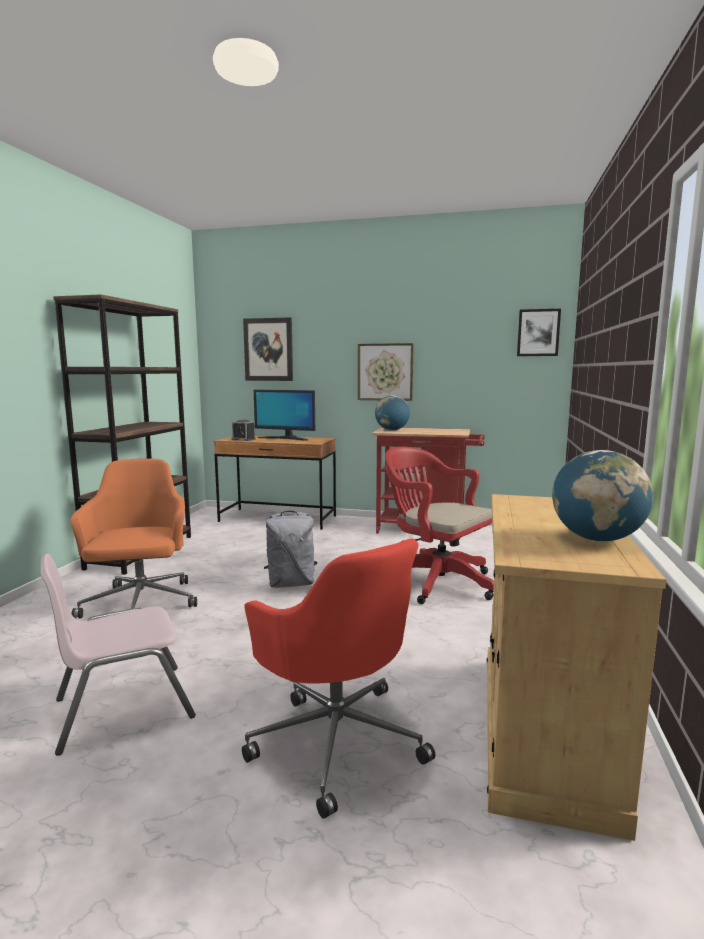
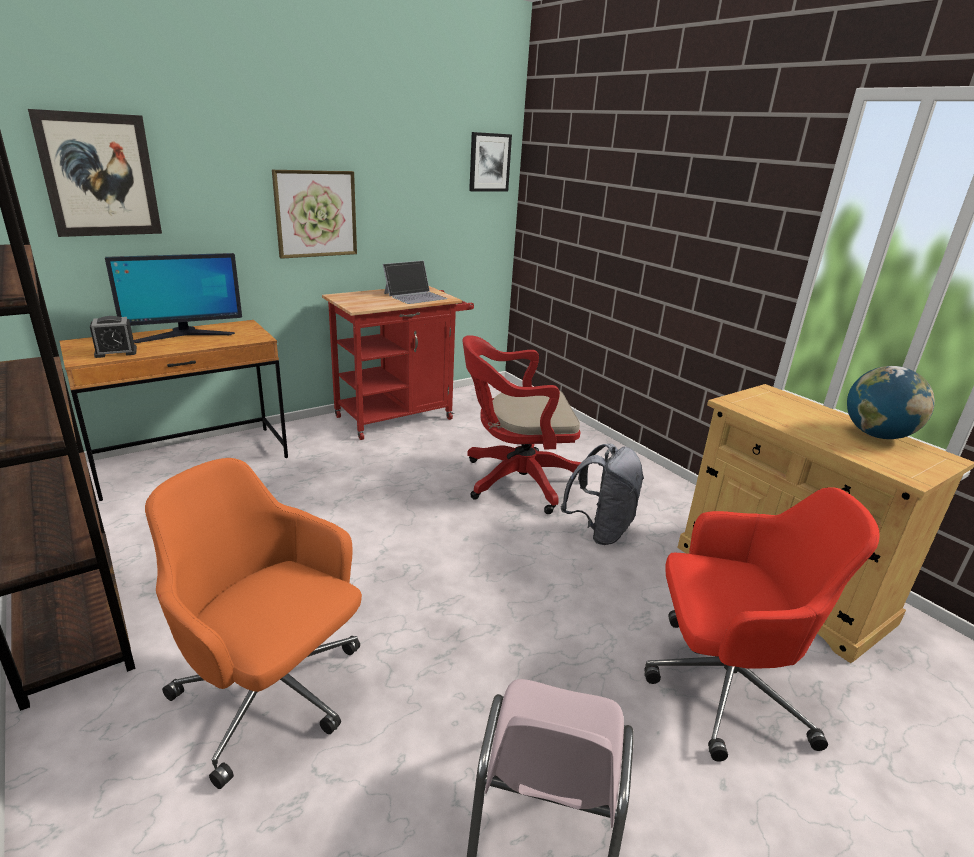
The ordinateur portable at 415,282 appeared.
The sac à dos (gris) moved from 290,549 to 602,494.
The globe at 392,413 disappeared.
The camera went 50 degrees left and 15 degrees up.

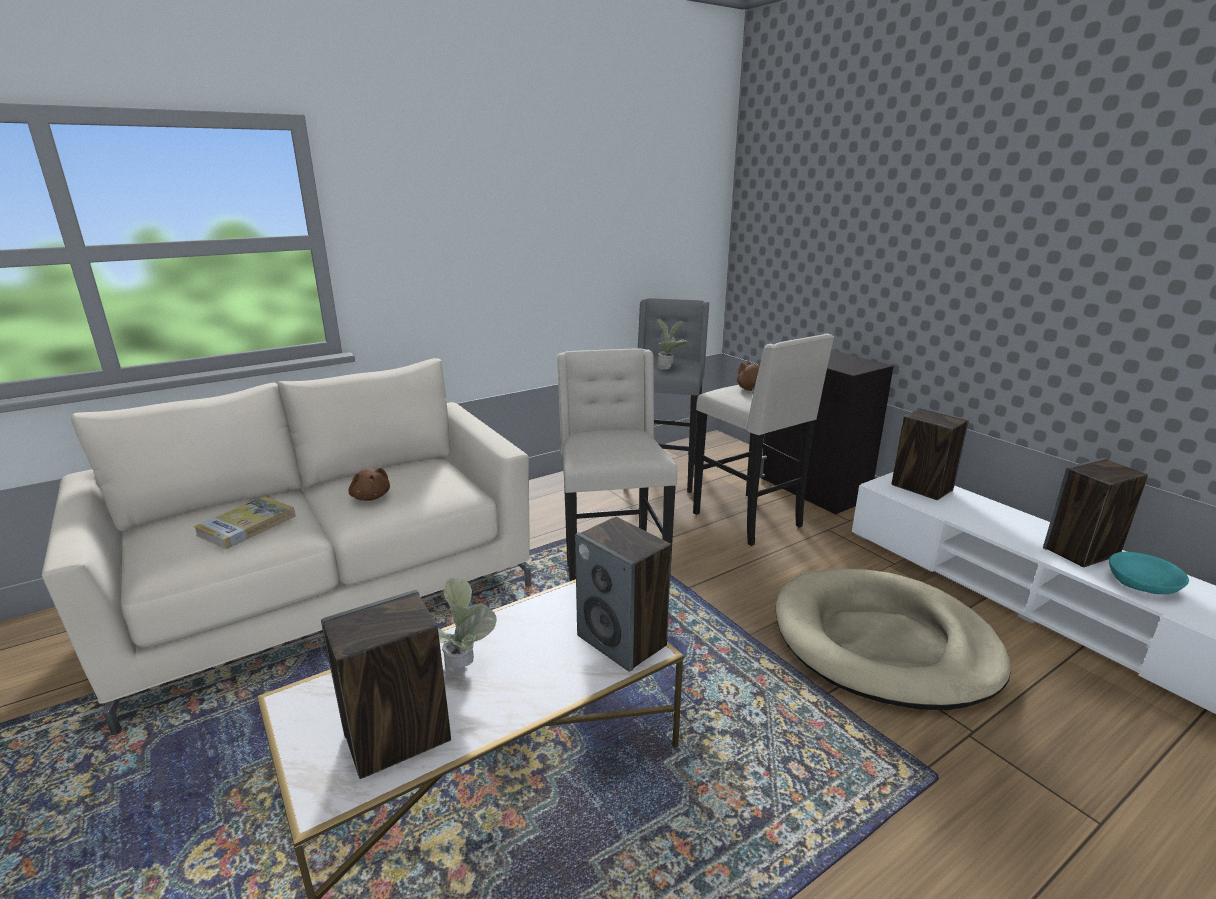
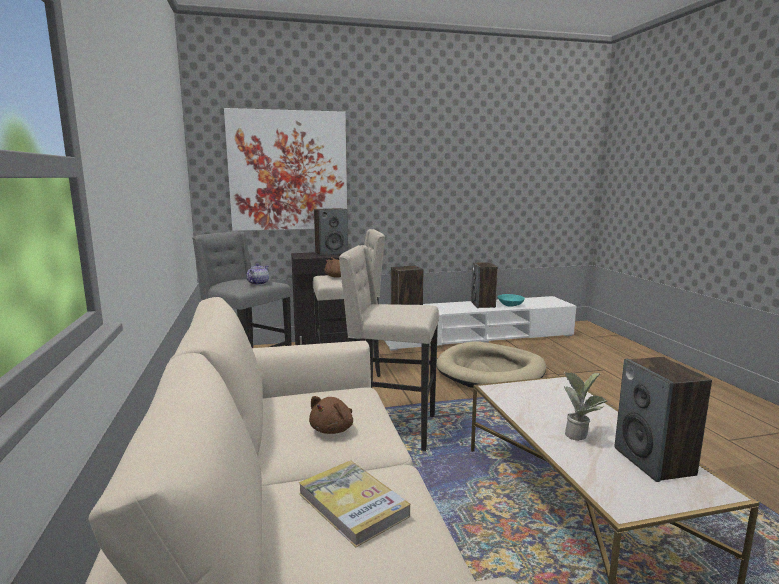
The tableau at 285,169 appeared.
The plante en pot at 672,344 was replaced by the théière at 257,274.
The peluche (marron) at 369,484 turned 135 degrees clockwise.
The enceinte moved from 623,594 to 331,232.
The camera went 70 degrees left and 10 degrees down.

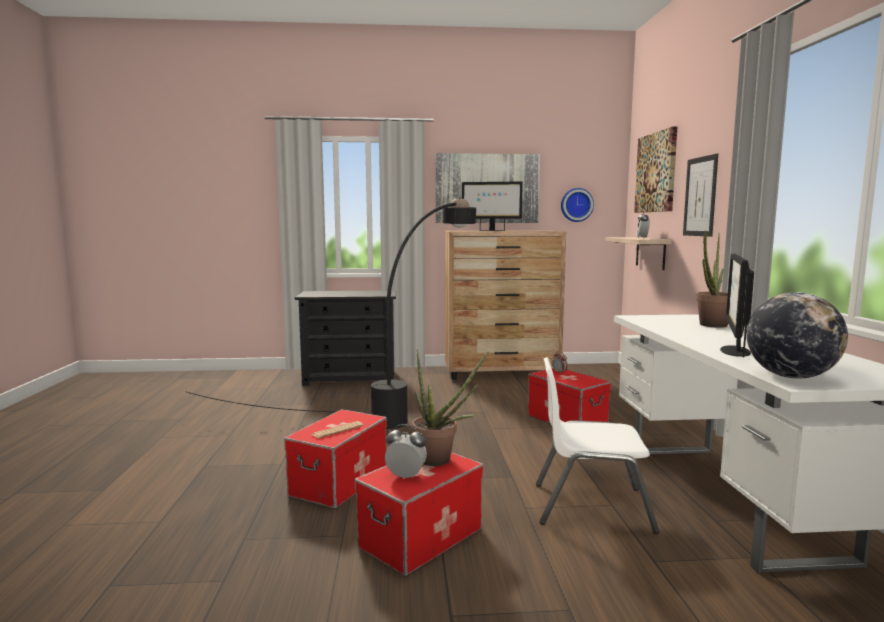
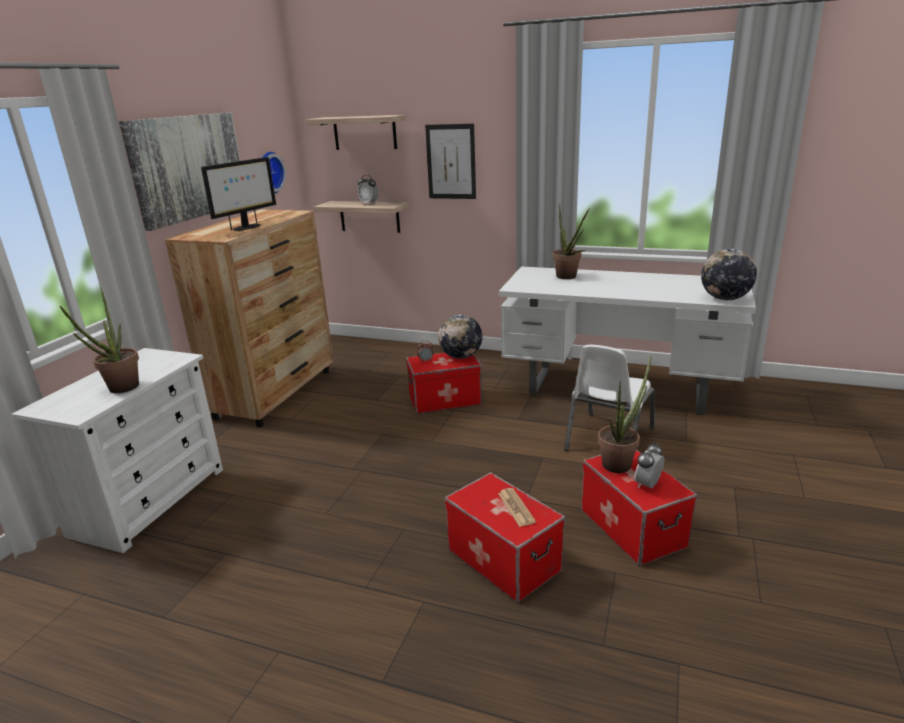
The commode (noir) at 345,338 became the commode (blanc) at 117,450.
The plante en pot at 99,340 appeared.
The tableau at 655,169 was replaced by the étagère at 356,132.
The globe at 460,336 appeared.
The lampadaire (noir) at 331,313 disappeared.
The écran d'ordinateur at 737,305 disappeared.
The camera went 65 degrees left and 15 degrees up.

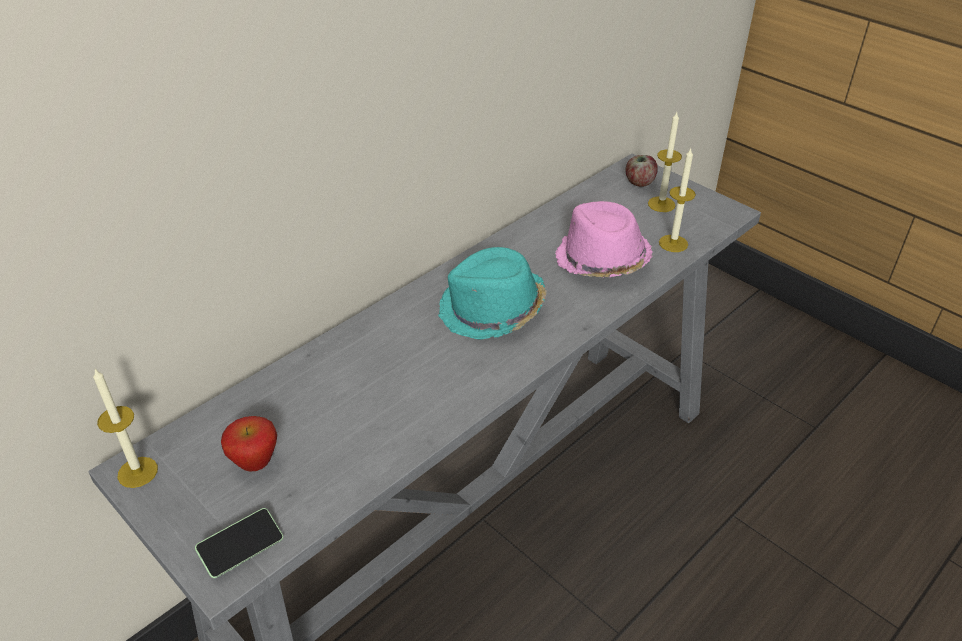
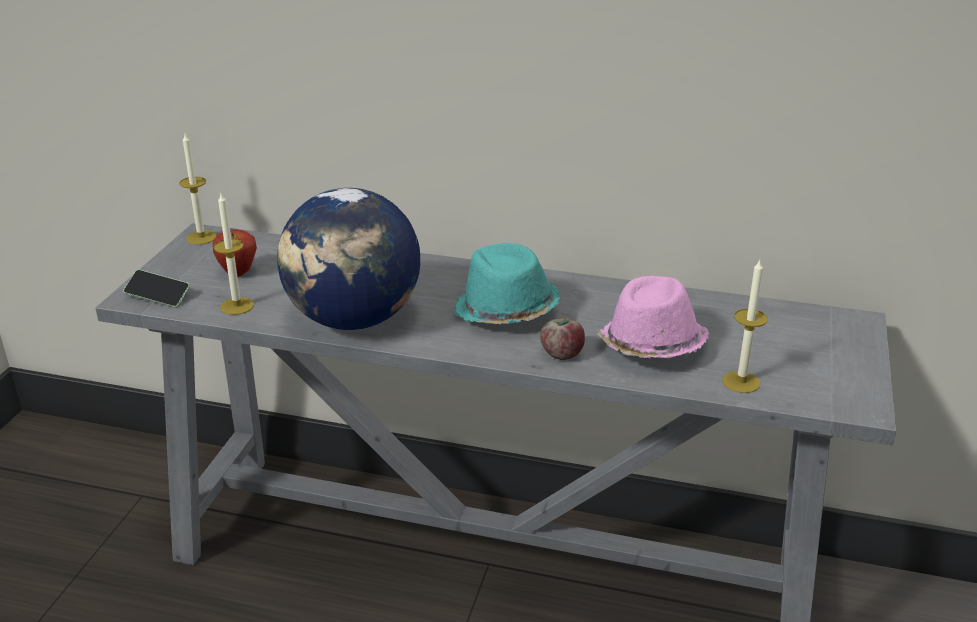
The bougie moved from 665,162 to 234,254.
The globe at 348,259 appeared.
The pomme moved from 642,171 to 562,339.
The camera went 60 degrees right and 10 degrees down.

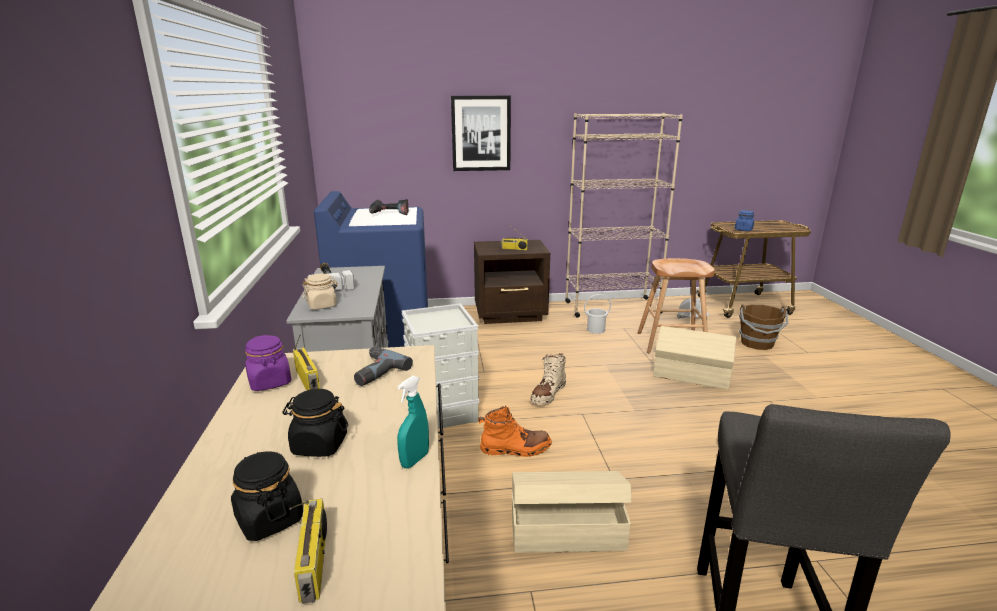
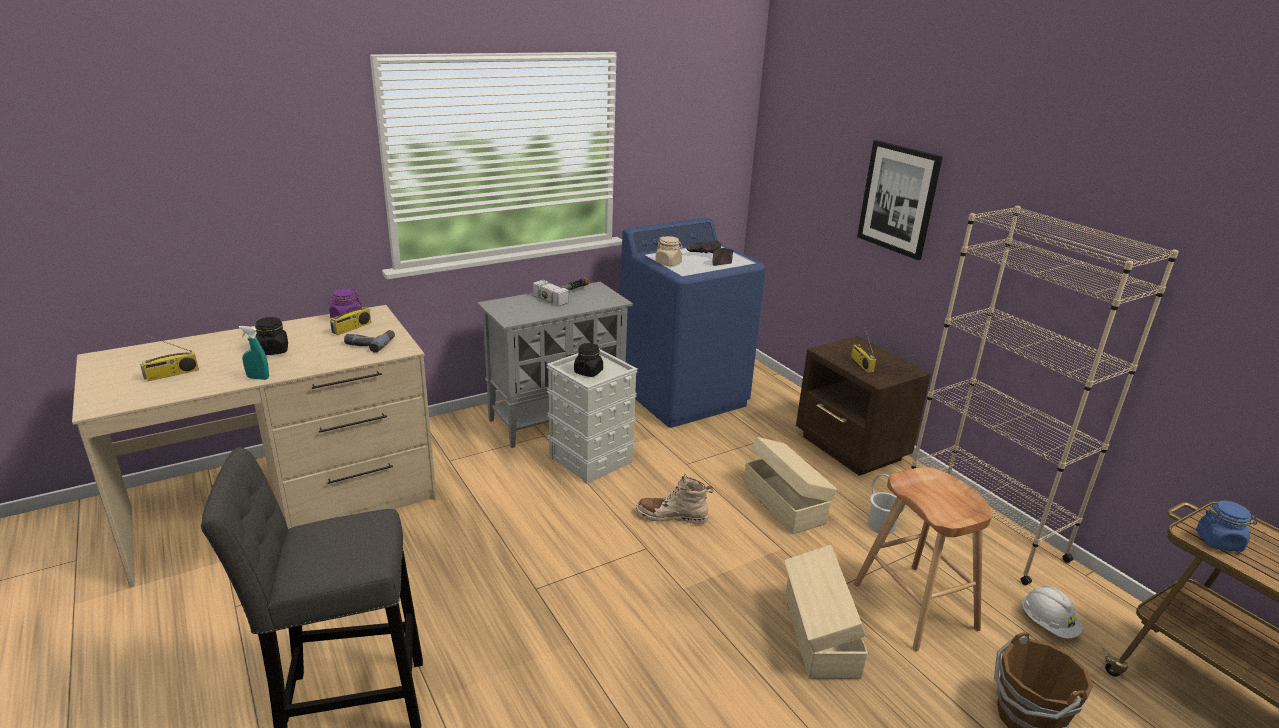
The bocal (noir) moved from 267,496 to 588,360.
The bocal (beige) moved from 320,292 to 669,251.
The boîte de rangement (beige) moved from 571,512 to 790,485.
The botte (orange) at 515,431 disappeared.
The camera went 65 degrees right and 5 degrees up.

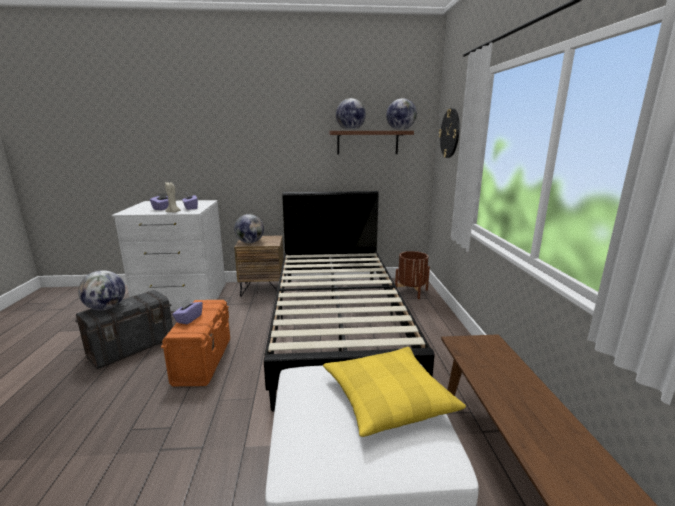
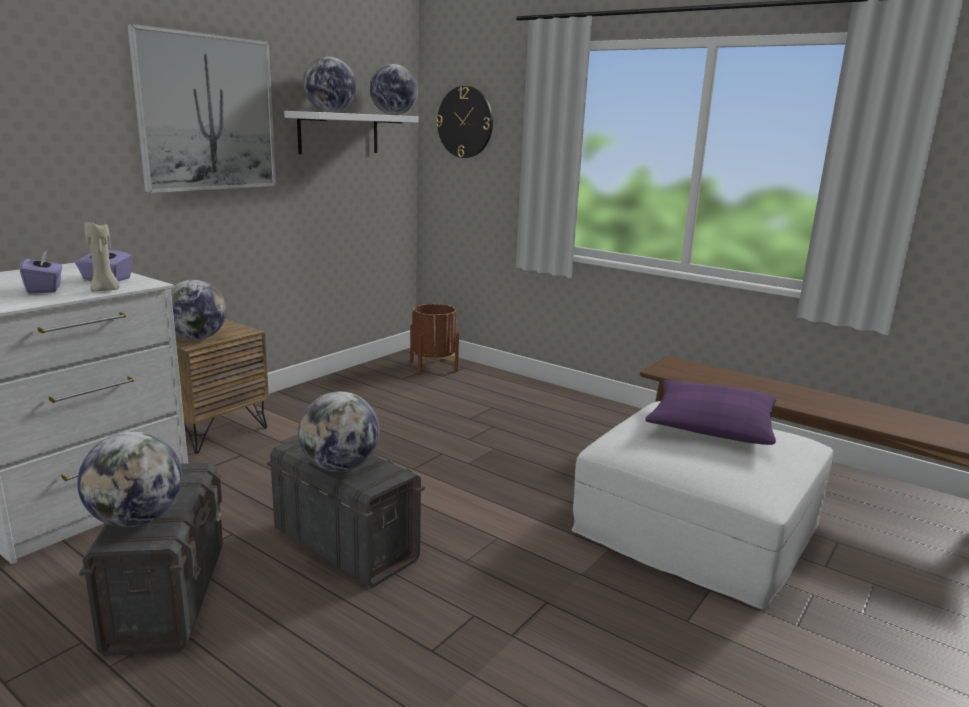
The tableau at 201,108 appeared.
The boîte de rangement (orange) at 195,343 became the boîte de rangement (gris) at 346,513.
The étagère (marron) at 371,142 became the étagère (blanc) at 351,132.
The boîte à mouchoirs (violet) at 187,311 was replaced by the globe at 339,431.
The coussin (jaune) at 394,392 became the coussin (violet) at 710,412.
The lit (noir) at 349,301 disappeared.
The camera went 50 degrees left and 0 degrees up.

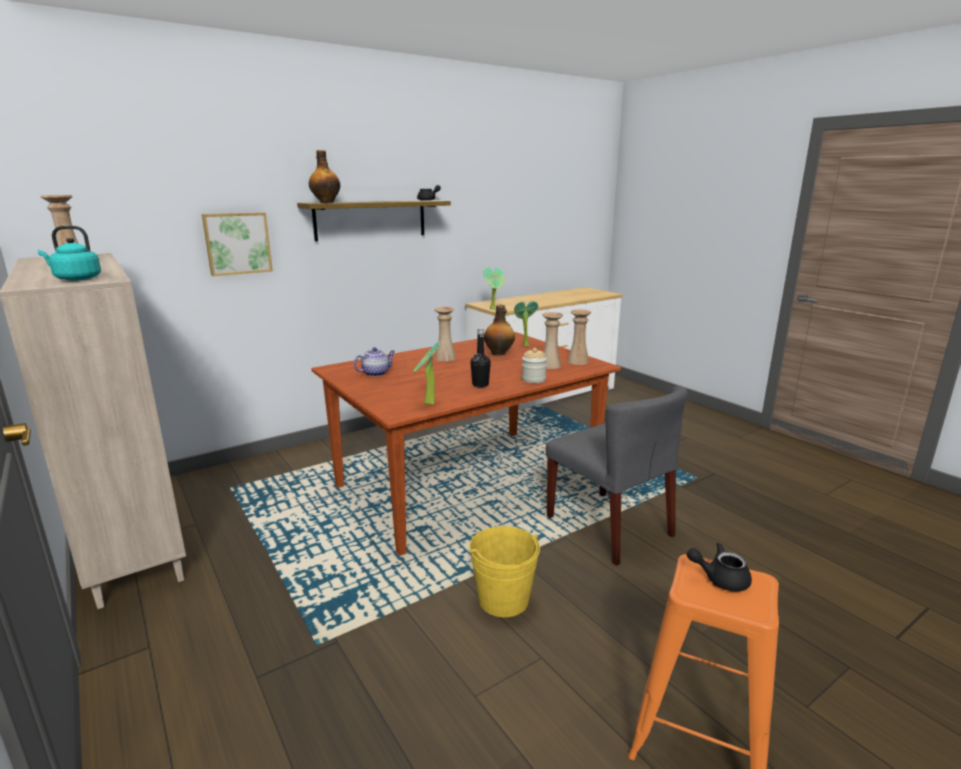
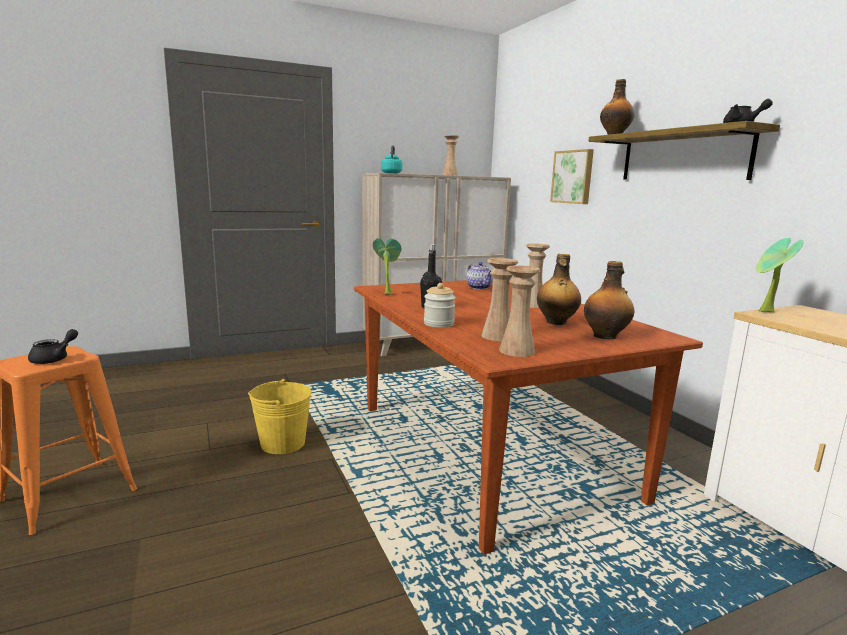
The plante en pot at 526,323 was replaced by the bouteille at 609,300.
The chaise (gris) at 617,475 disappeared.
The camera went 100 degrees right and 5 degrees down.

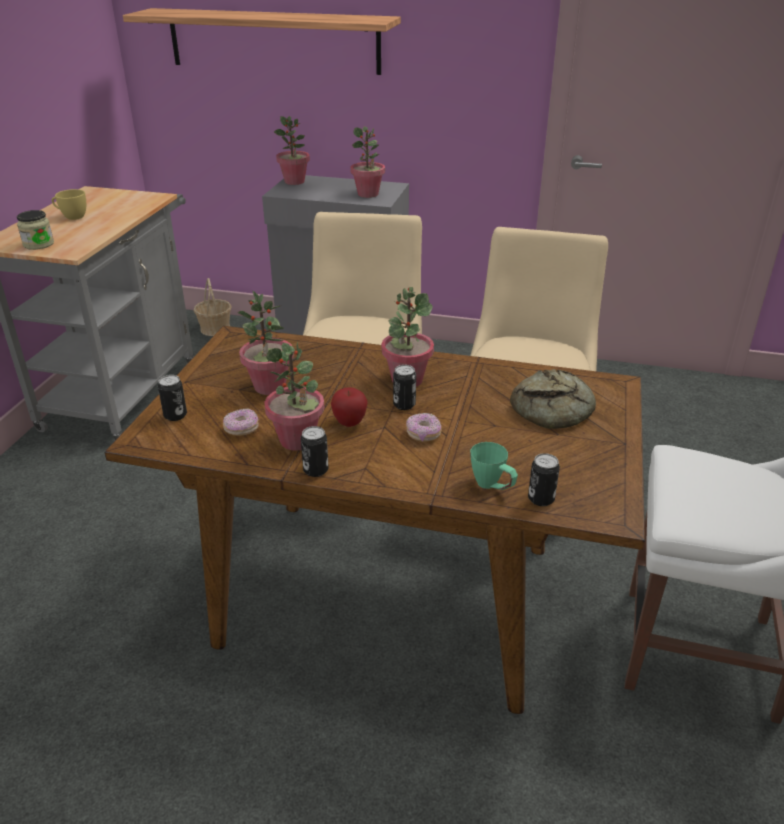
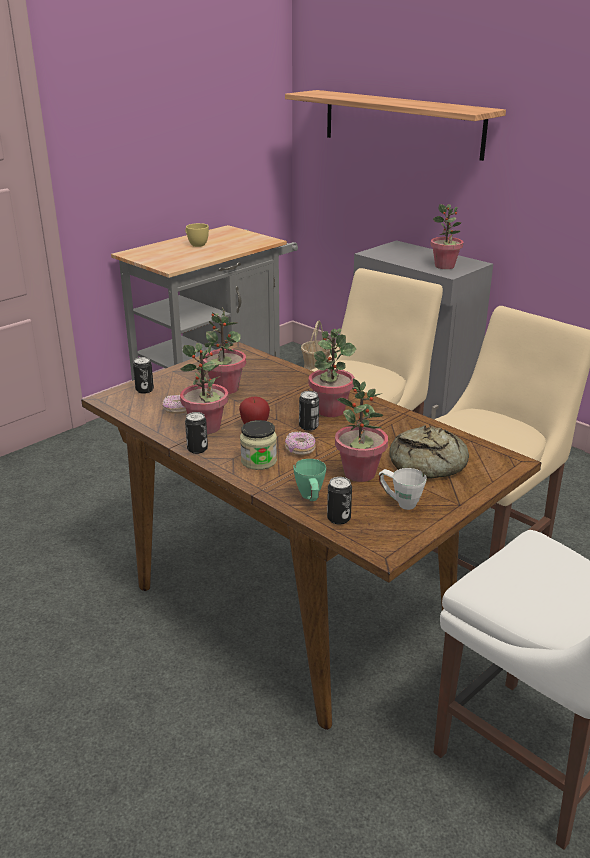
The bocal moved from 35,230 to 258,445.
The plante en pot moved from 292,150 to 361,430.
The mug (blanc) at 403,489 appeared.
The camera went 30 degrees right and 5 degrees down.

